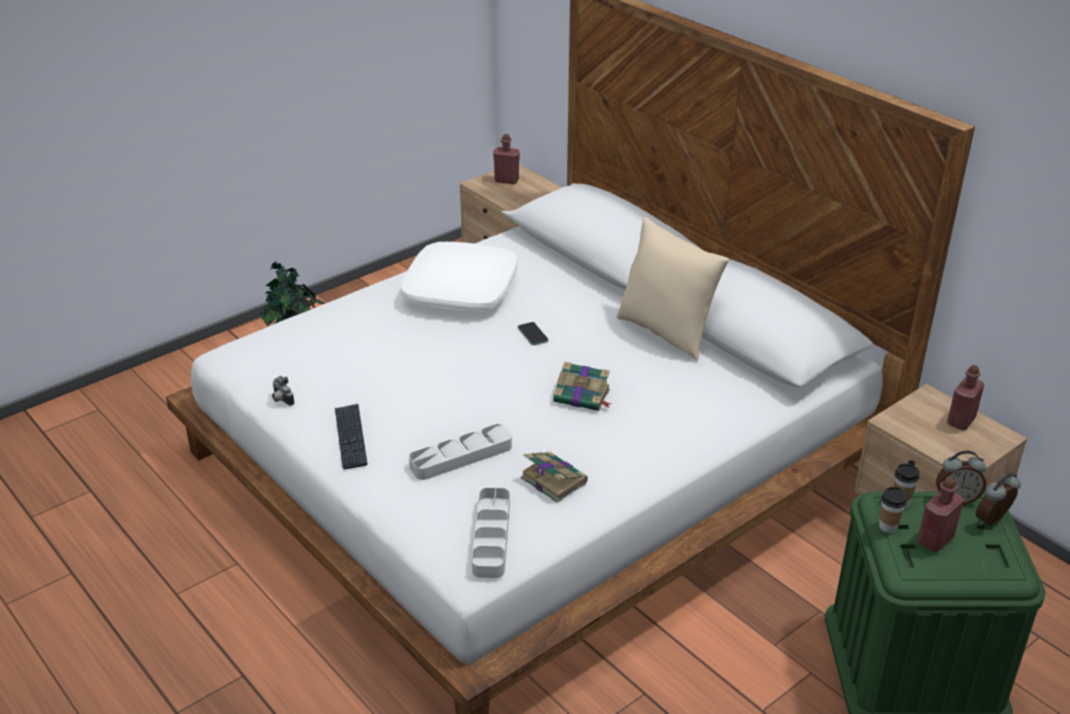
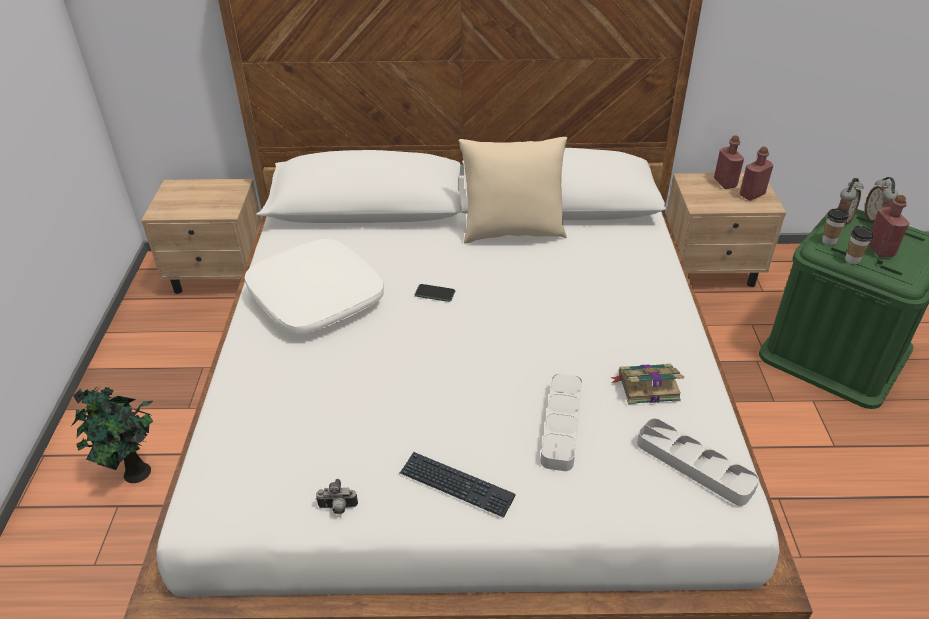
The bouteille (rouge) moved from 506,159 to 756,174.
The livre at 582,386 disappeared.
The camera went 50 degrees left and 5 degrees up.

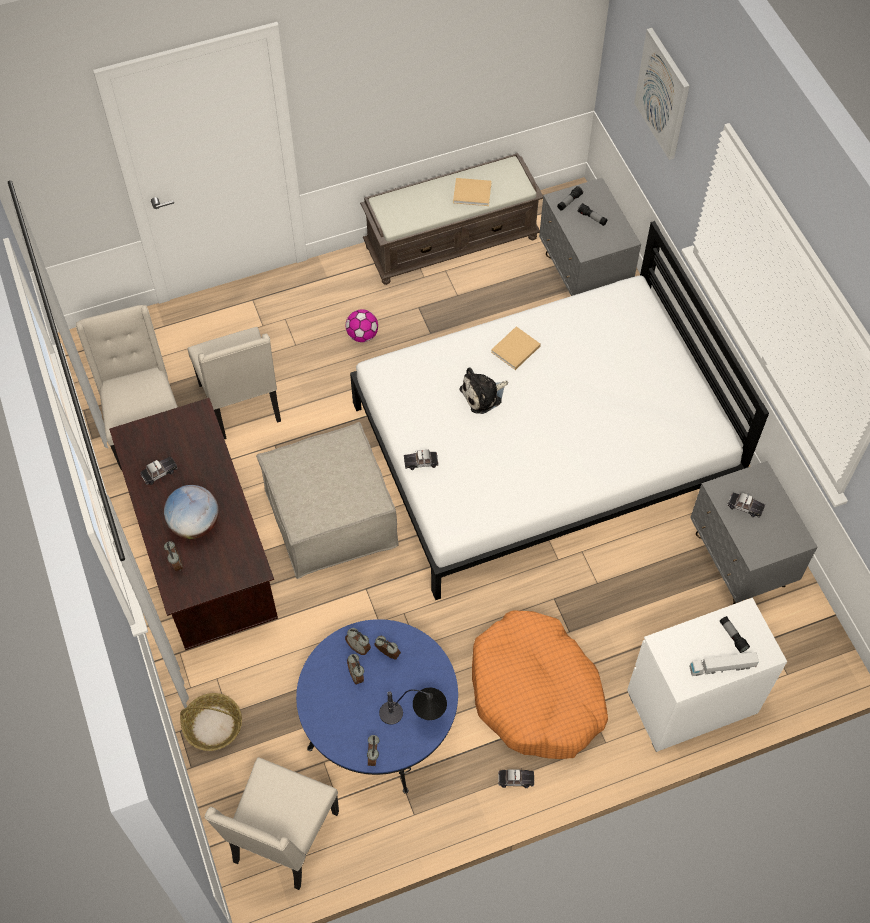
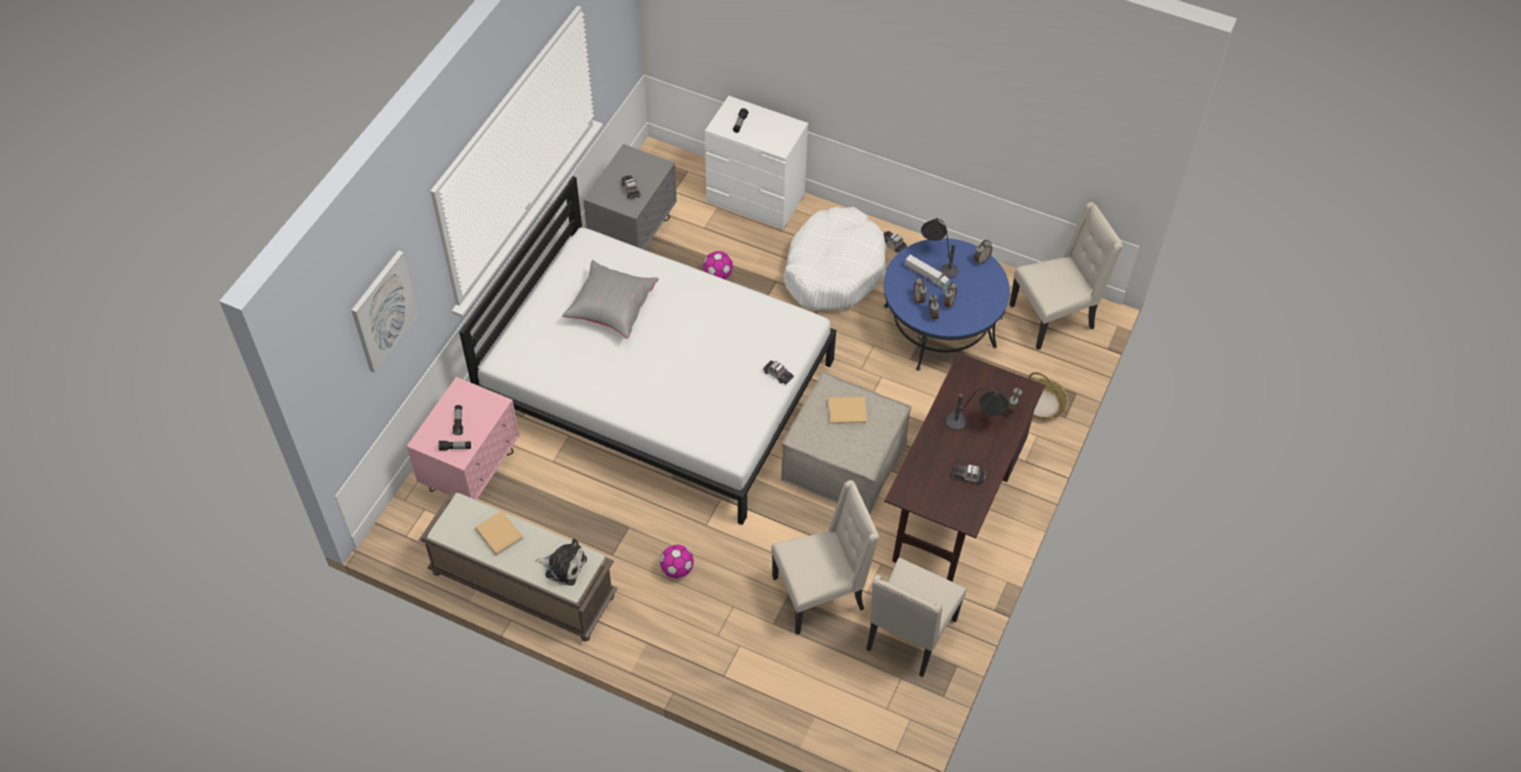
The table de chevet (gris) at 590,237 became the table de chevet (rose) at 463,438.
The peluche moved from 483,390 to 561,562.
The coussin (gris) at 610,299 appeared.
The ballon de foot at 718,265 appeared.
The chaise (beige) at 234,383 turned 45 degrees clockwise.
The panier pour chien (orange) at 540,684 became the panier pour chien (blanc) at 835,259.
The livre (beige) moved from 516,348 to 848,411.
The camion jouet moved from 724,664 to 927,272.
The globe at 191,512 was replaced by the lampe de table at 977,408.
The camera went 135 degrees left and 5 degrees down.

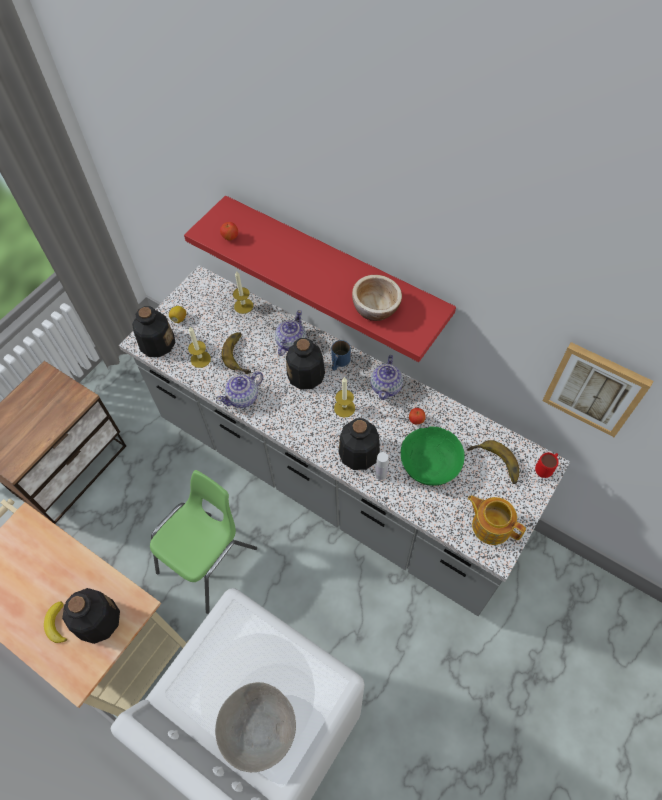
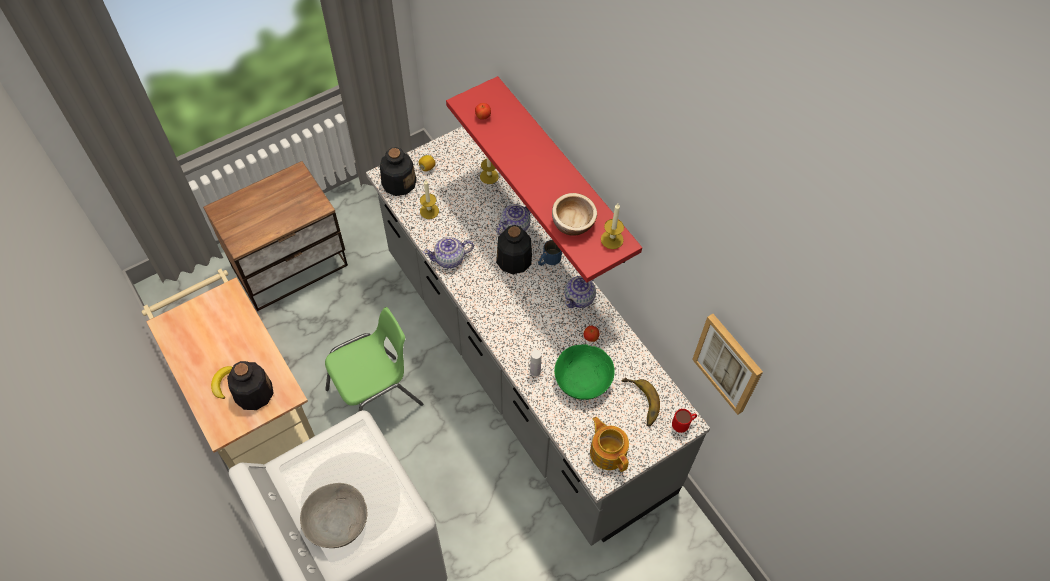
The bougie moved from 344,397 to 612,226.
The banane at 236,353 disappeared.
The bouteille at 359,444 disappeared.
The camera went 20 degrees right and 0 degrees up.

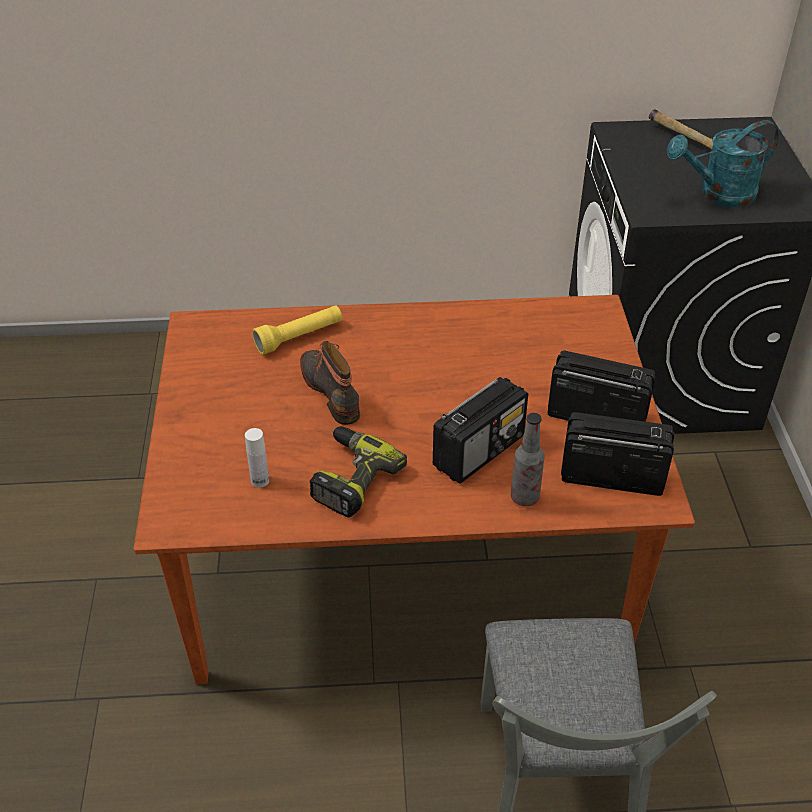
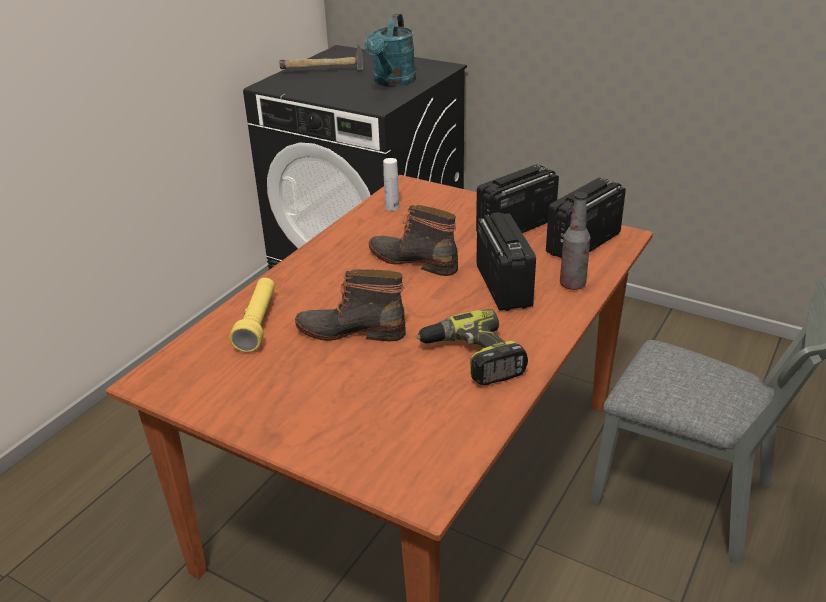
The botte at 413,240 appeared.
The bouteille (blanc) moved from 257,458 to 391,184.
The camera went 55 degrees left and 10 degrees down.

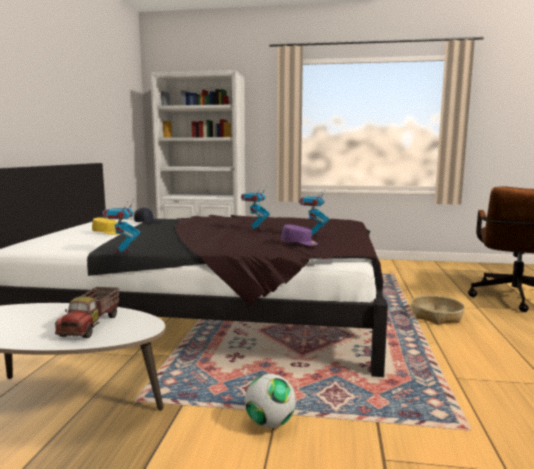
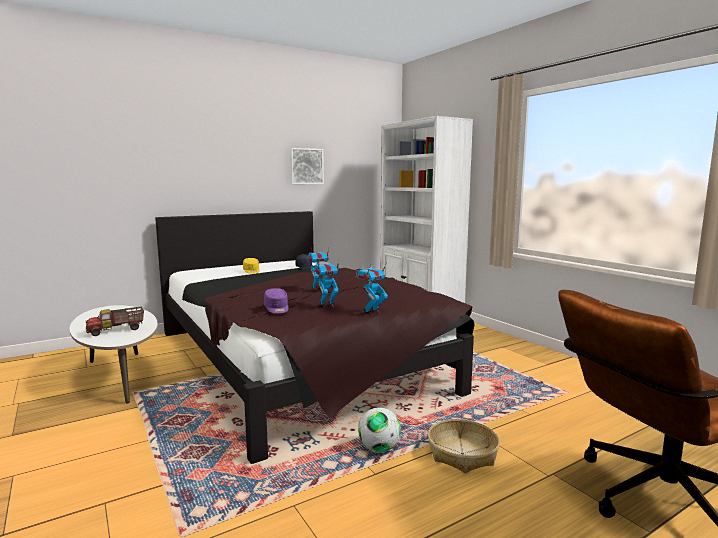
The tableau at 307,166 appeared.
The robot jouet moved from 121,227 to 372,288.
The ballon de foot moved from 270,401 to 379,429.
The camera went 50 degrees right and 0 degrees up.

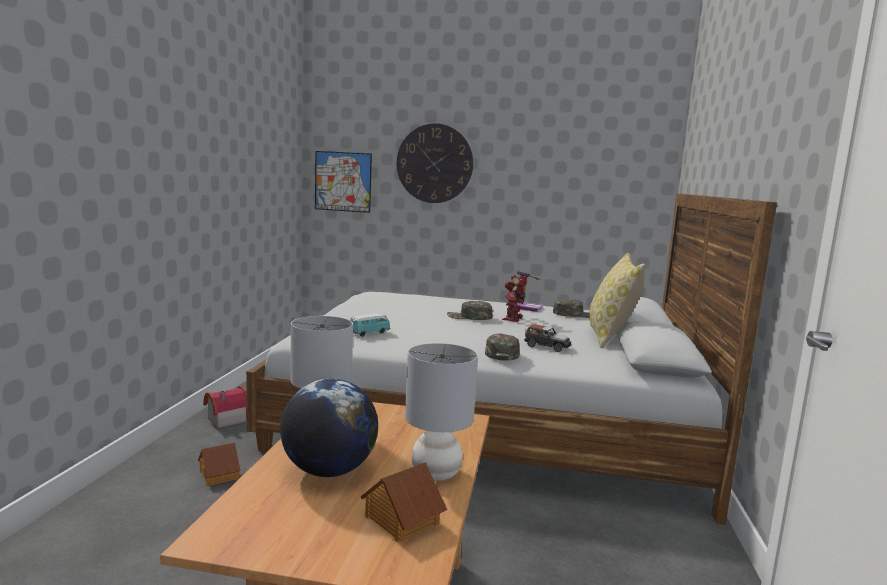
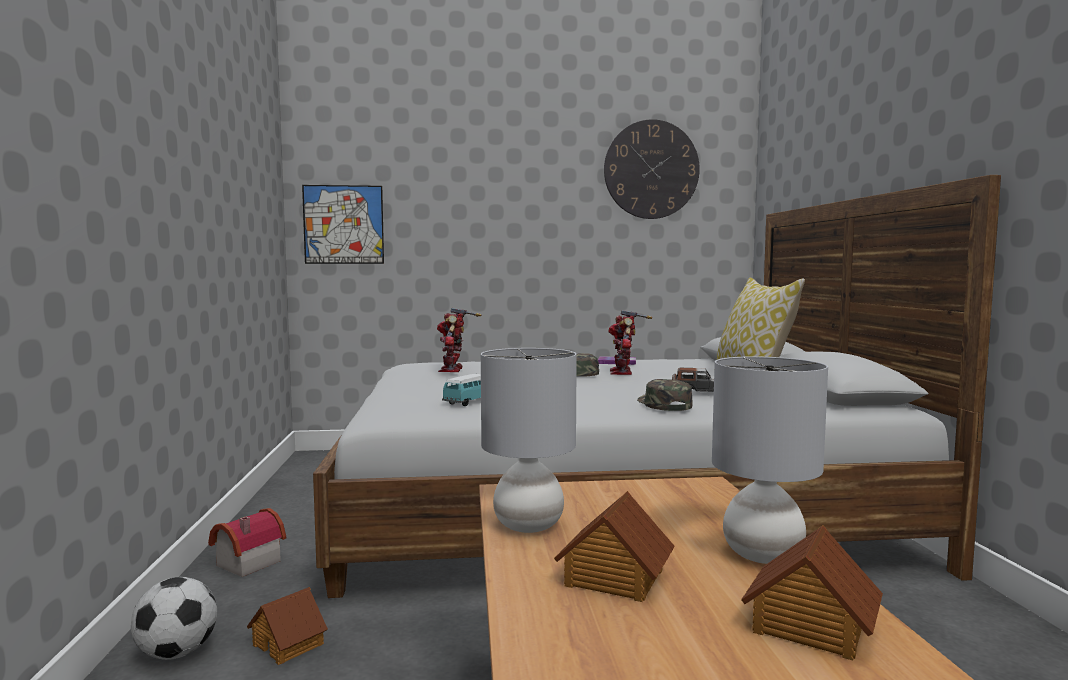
The ballon de foot at 174,618 appeared.
The robot jouet at 459,340 appeared.
The globe at 329,427 was replaced by the maison miniature at 614,546.
The horloge murale moved from 435,163 to 652,169.
The casquette (vert) at 571,308 disappeared.
The camera went 15 degrees left and 5 degrees down.

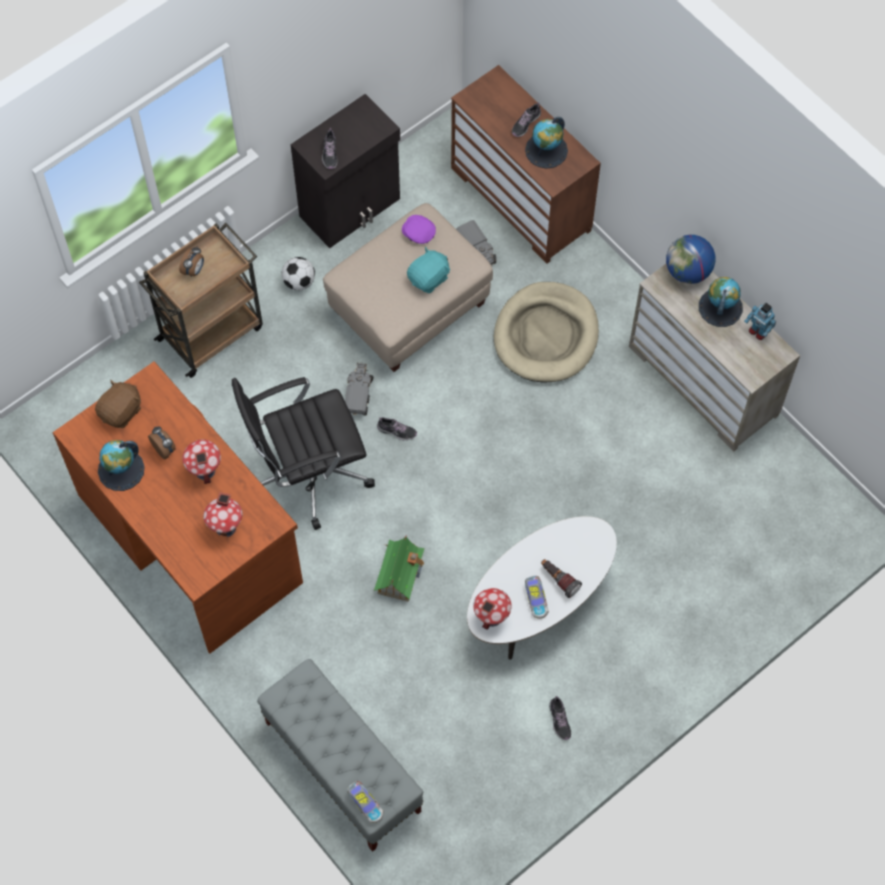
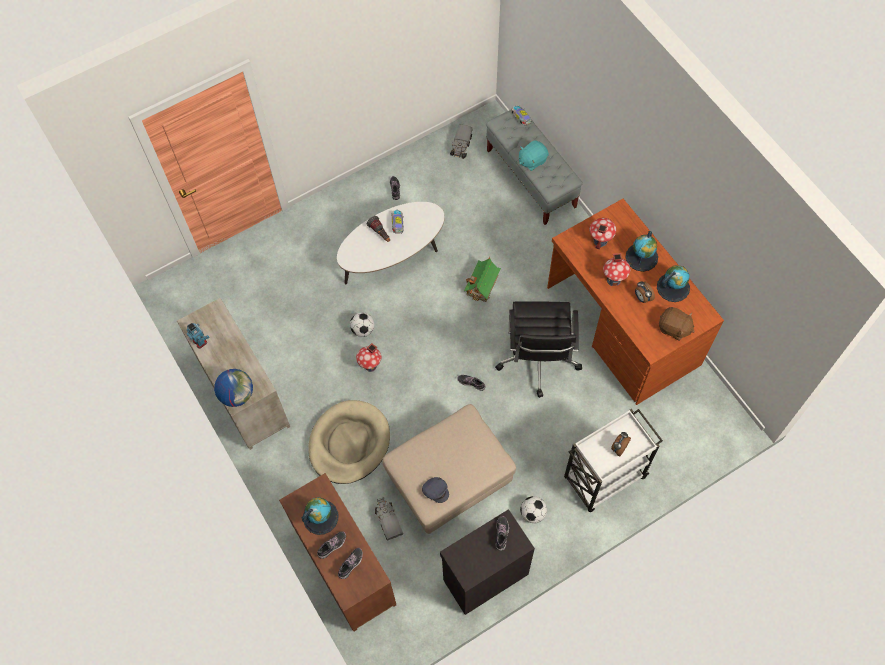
The chaussure at 350,563 appeared.
The ballon de foot at 362,324 appeared.
The maison miniature moved from 492,609 to 368,357.
The casquette (violet) at 419,229 became the casquette (gris) at 435,490.
The camion jouet moved from 359,389 to 461,141.
The chaise de bureau (noir) at 303,453 turned 105 degrees clockwise.
The peluche (turquoise) moved from 428,270 to 534,155.
The chariot (marron) at 201,300 became the chariot (blanc) at 613,460.
The globe moved from 721,302 to 642,251.
The peluche (marron) at 118,404 turned 105 degrees counterclockwise.
The camera went 170 degrees left and 0 degrees up.

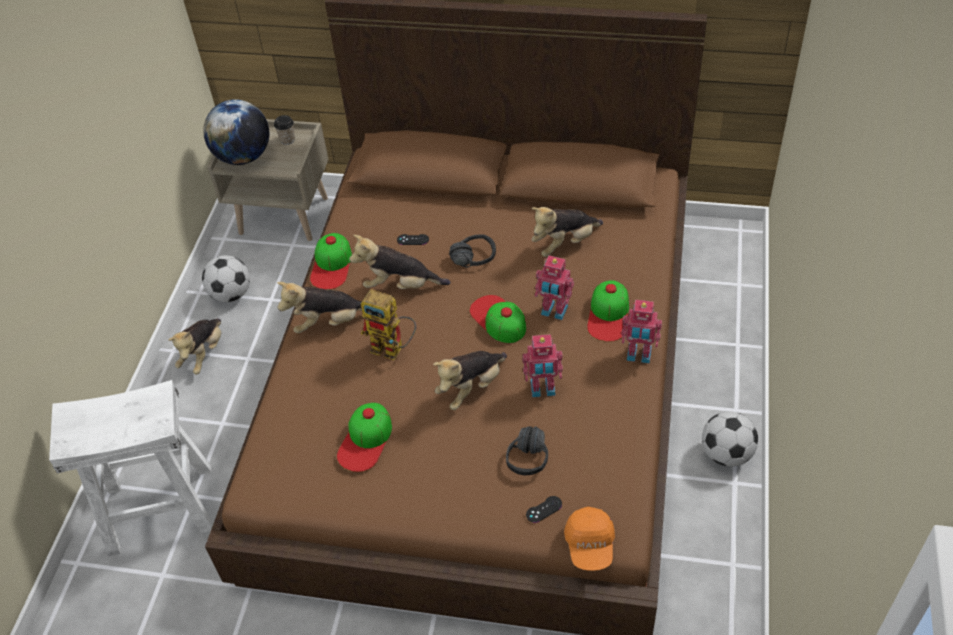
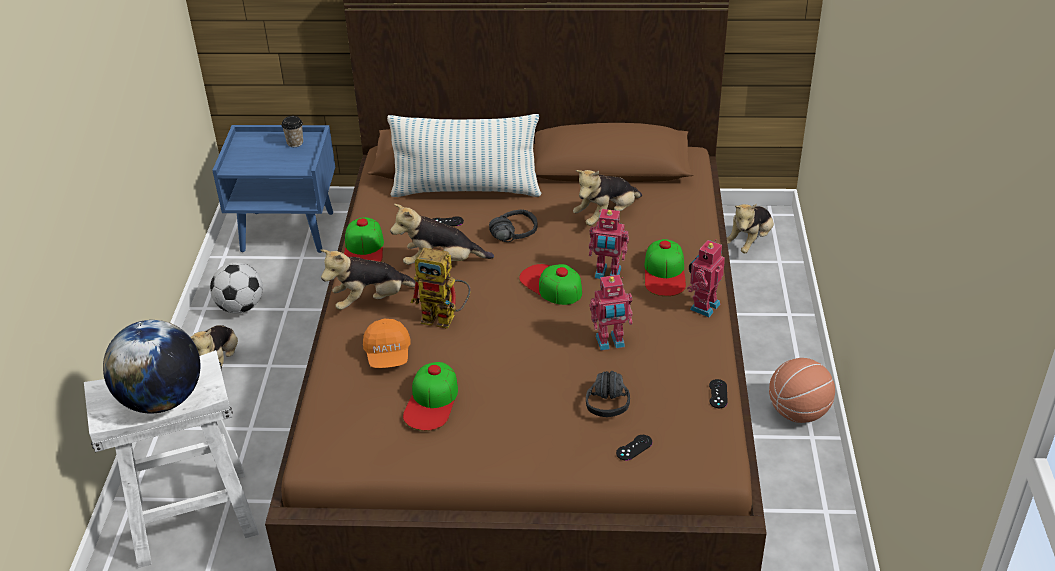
The globe moved from 236,132 to 152,367.
The table de chevet (beige) at 268,180 became the table de chevet (bleu) at 273,189.
The casquette (orange) moved from 589,538 to 387,343.
The coussin at 464,155 appeared.
The robot jouet at 641,332 turned 120 degrees clockwise.
The manette (noir) at 718,393 appeared.
The peluche moved from 470,380 to 750,228.
The ballon de foot at 730,439 was replaced by the ballon de basket at 802,390.
The camera went 10 degrees left and 10 degrees down.

